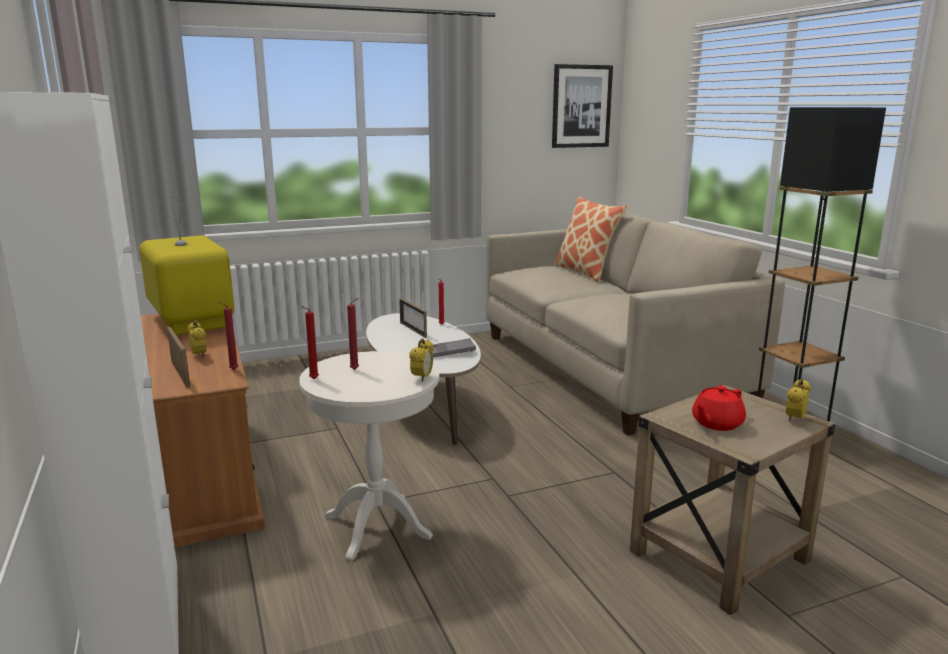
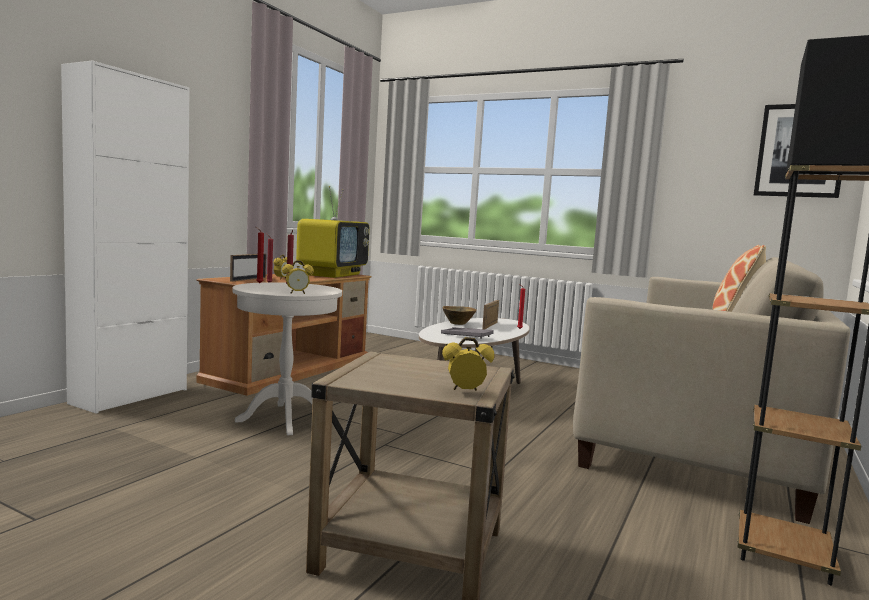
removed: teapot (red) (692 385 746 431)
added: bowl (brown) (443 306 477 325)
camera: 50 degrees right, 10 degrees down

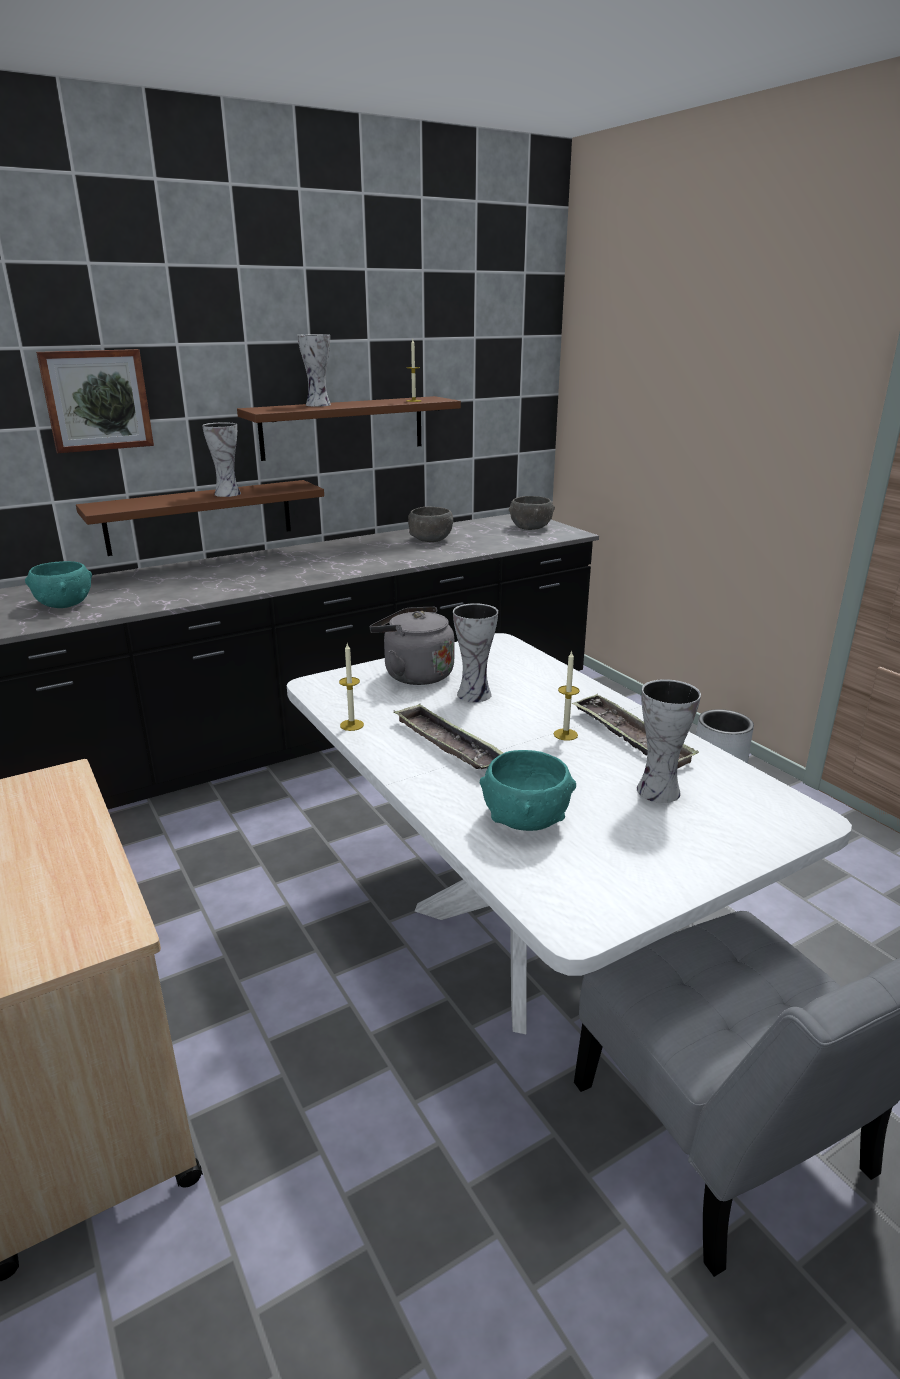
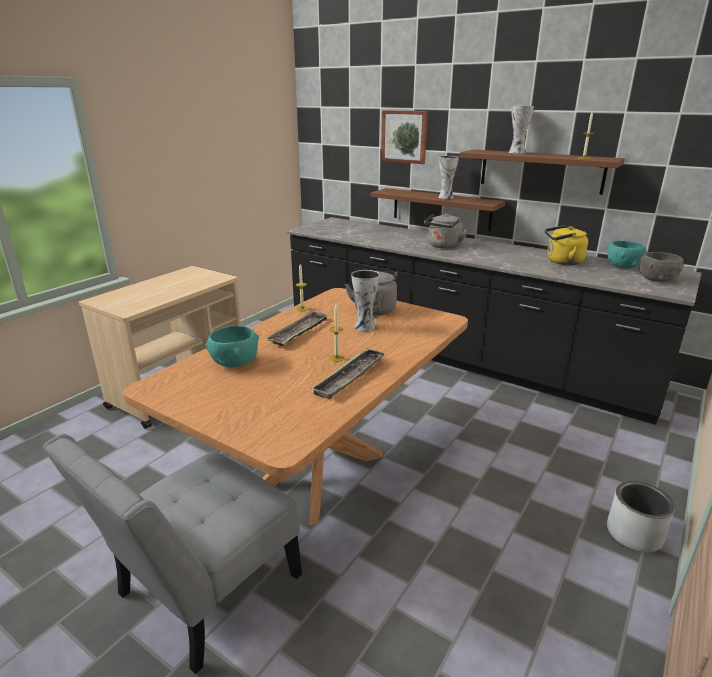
removed: vase (637 679 701 803)
added: kettle (grey) (424 213 468 249)
moved: bowl (turquoise) (25 561 92 608) to (608 241 647 269)
replaced: bowl (grey) (408 507 453 542) to kettle (yellow) (545 225 588 265)
recoloured: dining table (white) (287 633 852 1034) to dining table (brown) (123 288 468 525)
camera: 65 degrees right, 0 degrees up

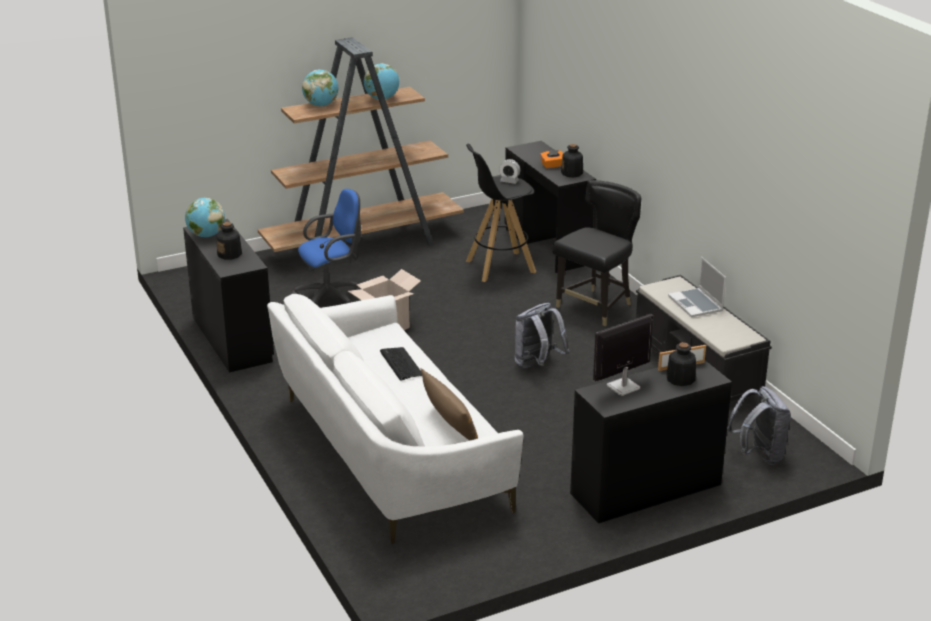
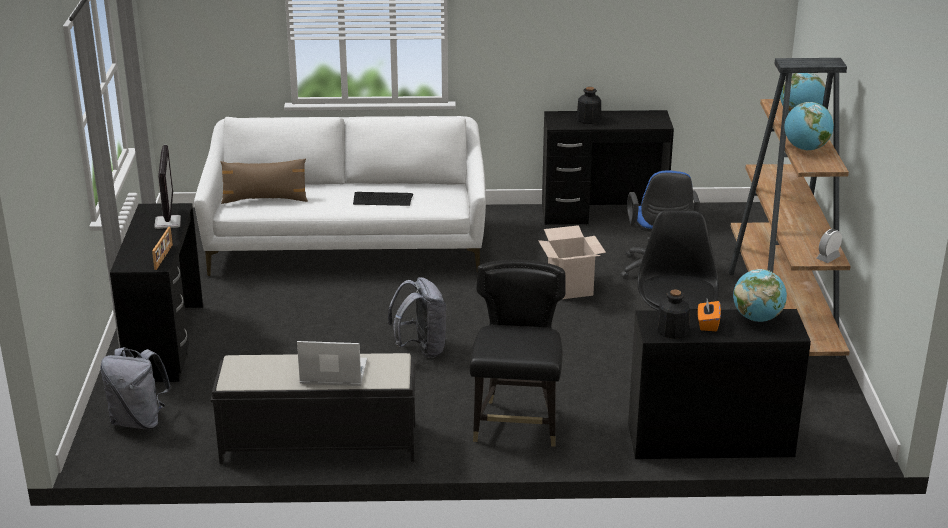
removed: bottle (666 342 696 386)
moved: globe (185 197 225 237) to (733 269 787 322); alarm clock (499 159 520 184) to (816 229 842 263)
turned: chair (black) (552 180 641 326) = (469 260 566 447) 150 degrees counterclockwise
camera: 115 degrees right, 0 degrees up

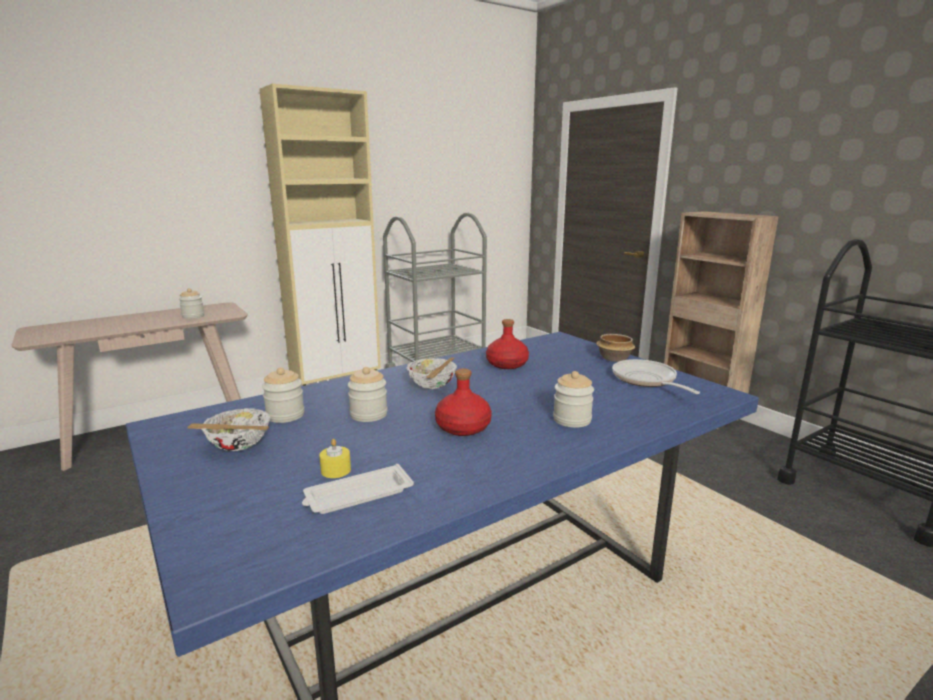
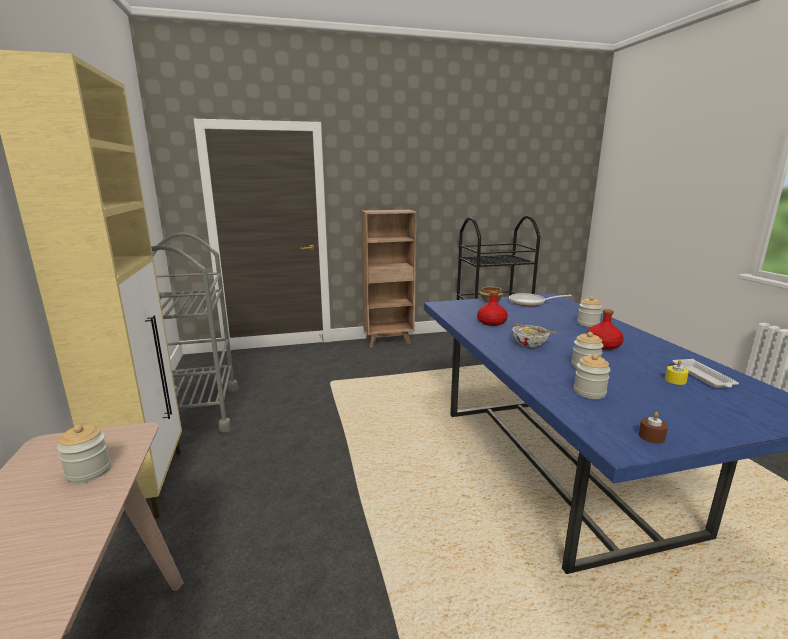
removed: bowl (188 408 271 451)
added: candle (brown) (639 412 668 444)
camera: 70 degrees left, 0 degrees up

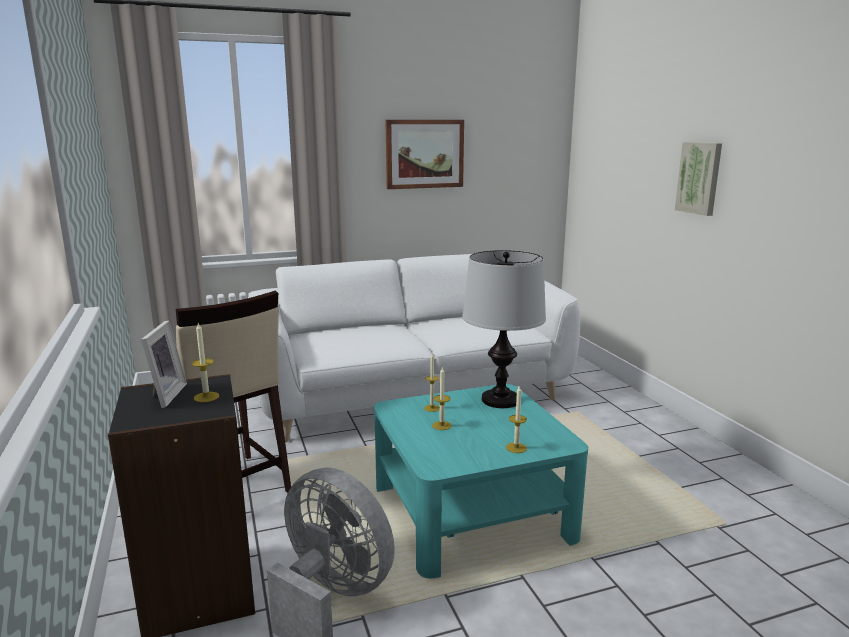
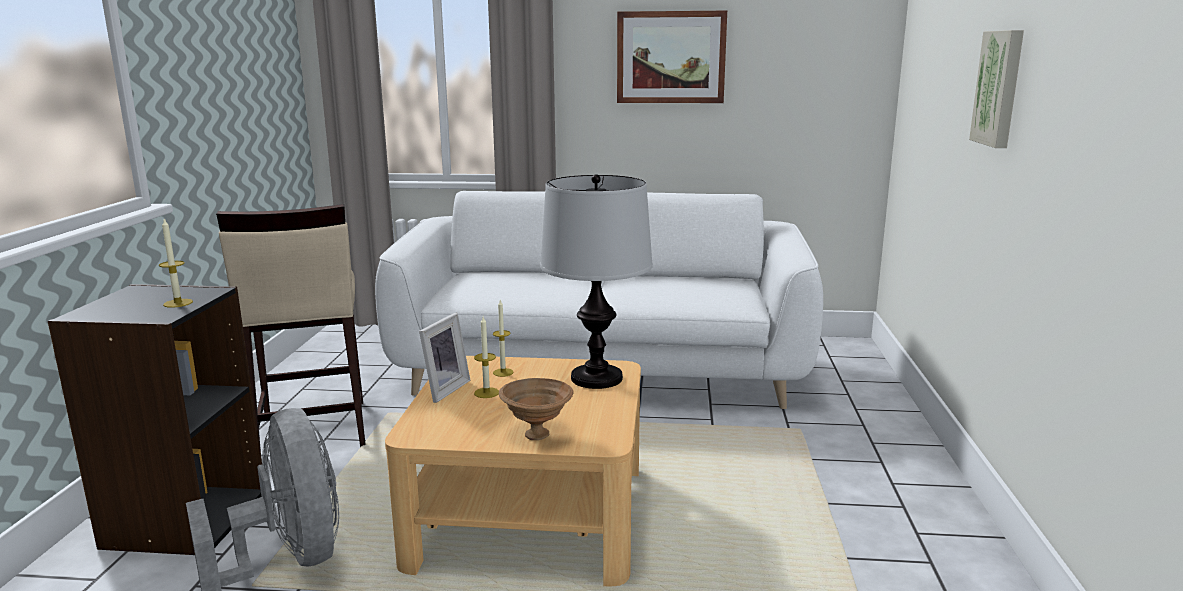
moved: picture frame (141 320 187 408) to (419 313 470 403)
replaced: candle (506 385 527 453) to bowl (brown) (499 378 573 440)
recoloured: coffee table (turquoise) (374 384 588 578) to coffee table (beige) (385 356 641 586)
camera: 25 degrees right, 0 degrees up

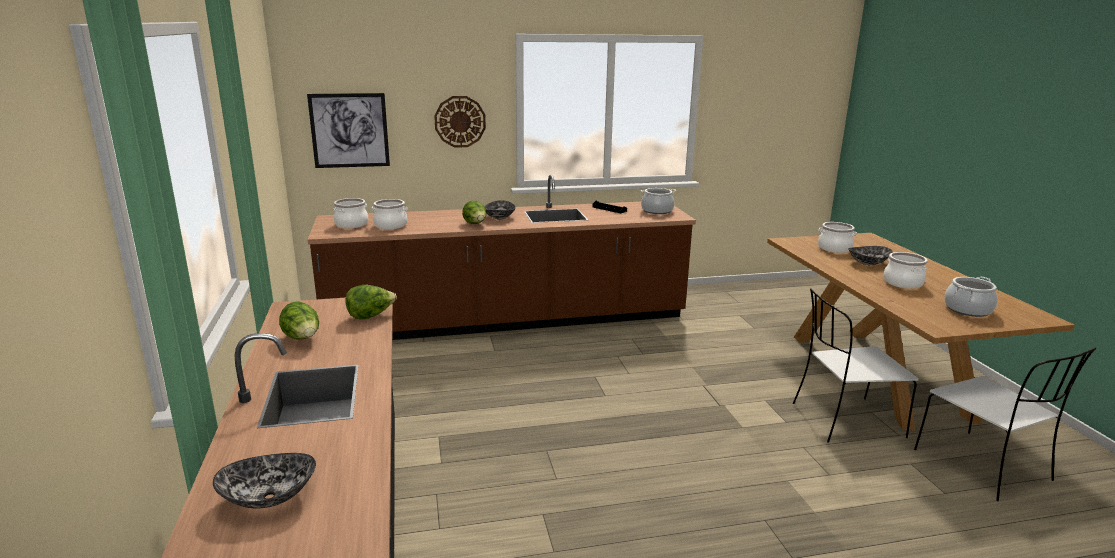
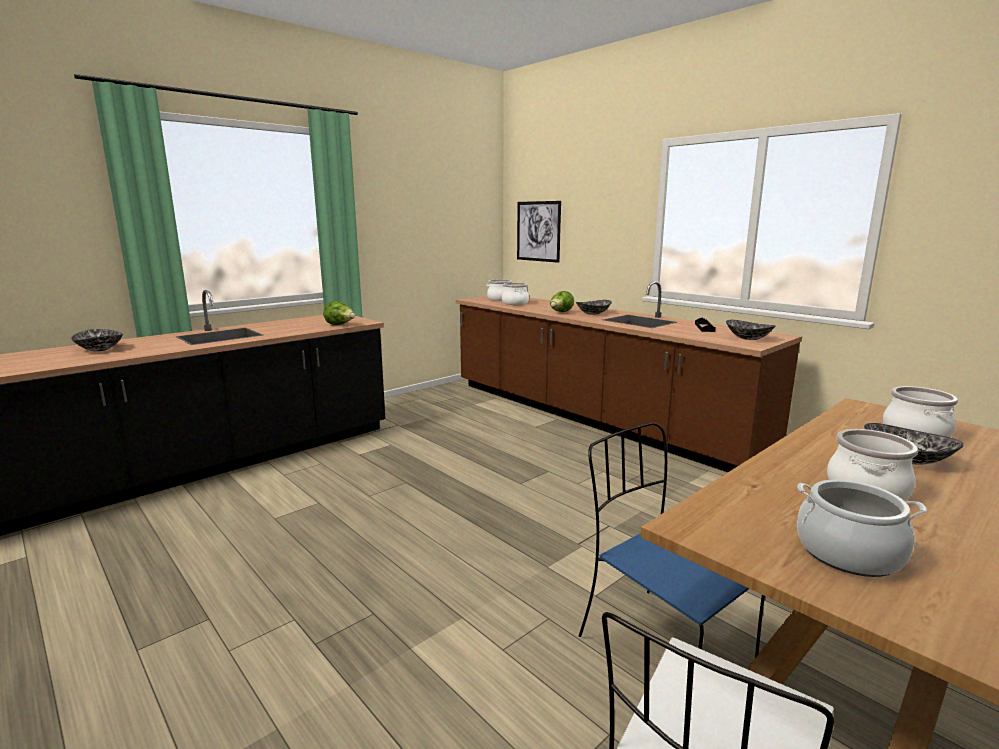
removed: lettuce (279 301 319 340); wall clock (434 96 486 148)
replaced: cooking pot (641 188 676 214) to bowl (726 320 775 340)
recoloured: chair (white) (793 288 919 443) to chair (blue) (579 422 765 658)
camera: 60 degrees right, 5 degrees down

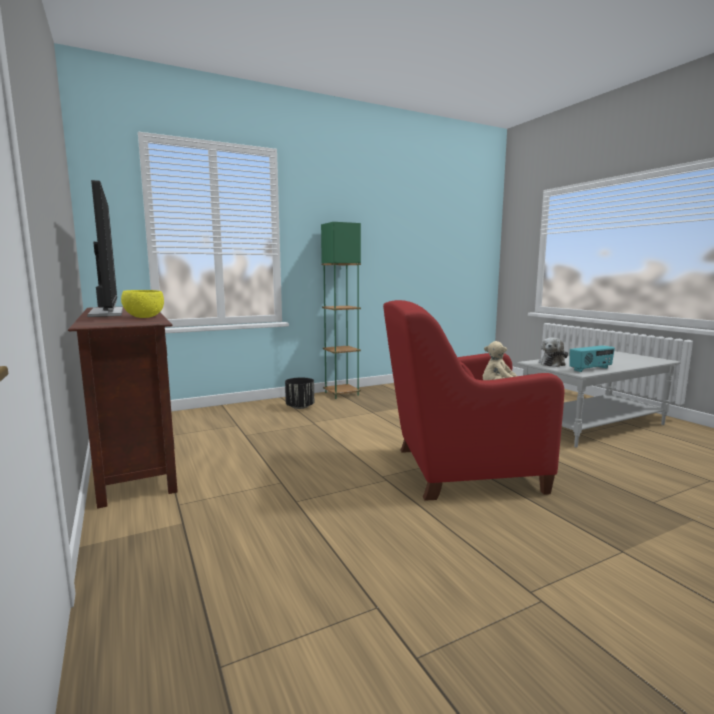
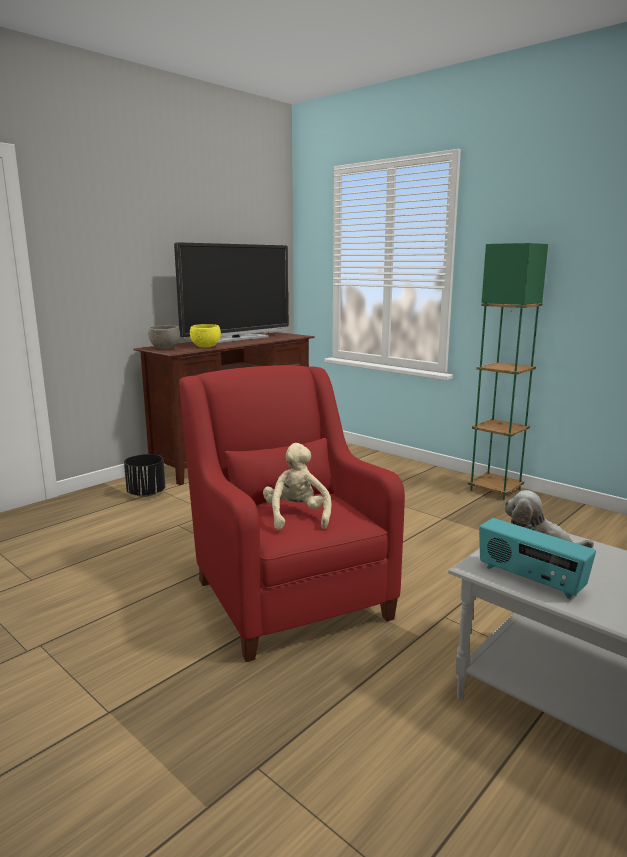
added: bowl (grey) (148 325 180 349)
moved: planter (black) (285 378 314 409) to (124 454 165 497)
camera: 70 degrees right, 5 degrees up

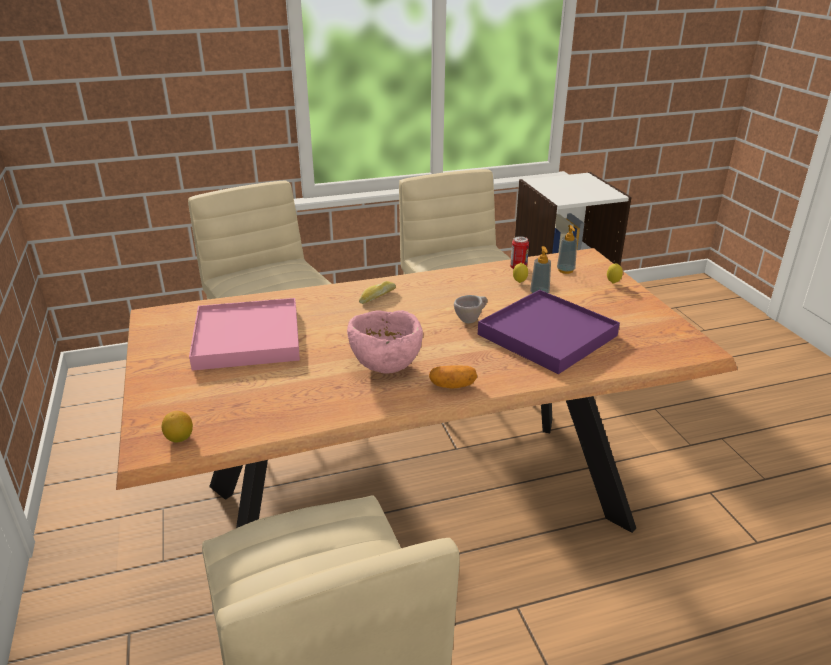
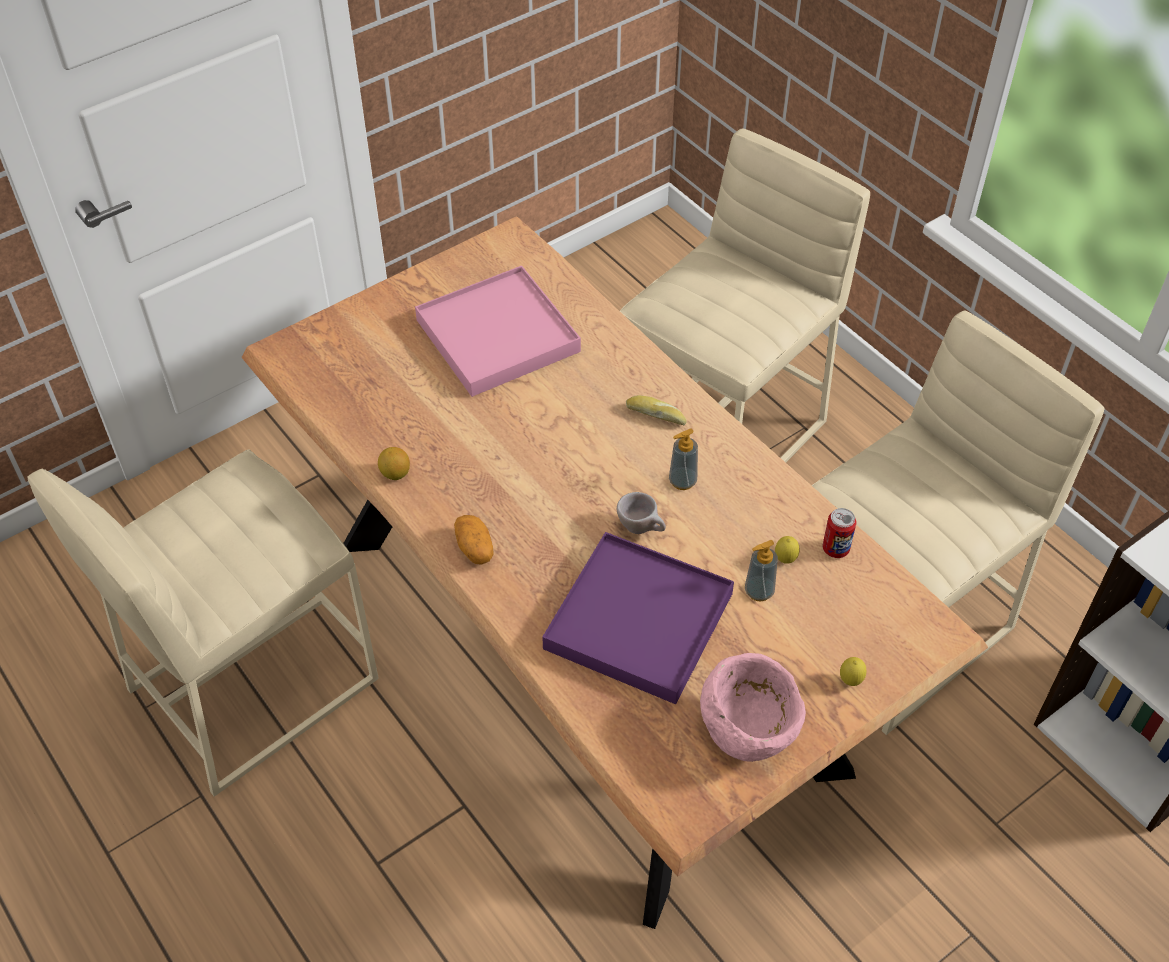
moved: lemon (162 411 193 443) to (378 447 410 480); bowl (pink) (347 310 423 374) to (700 653 806 762); soap dispenser (557 225 577 274) to (669 429 698 490)
camera: 70 degrees right, 20 degrees up

